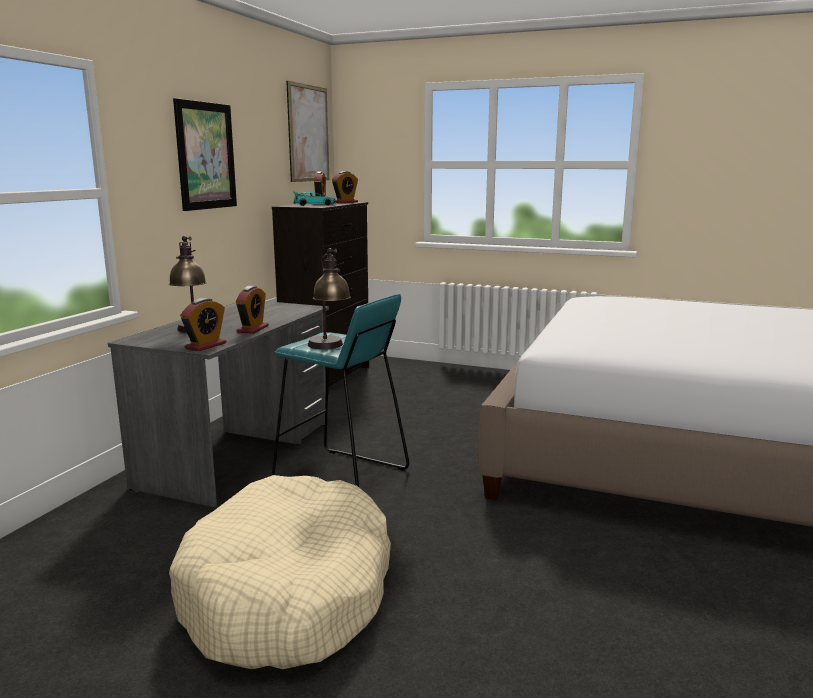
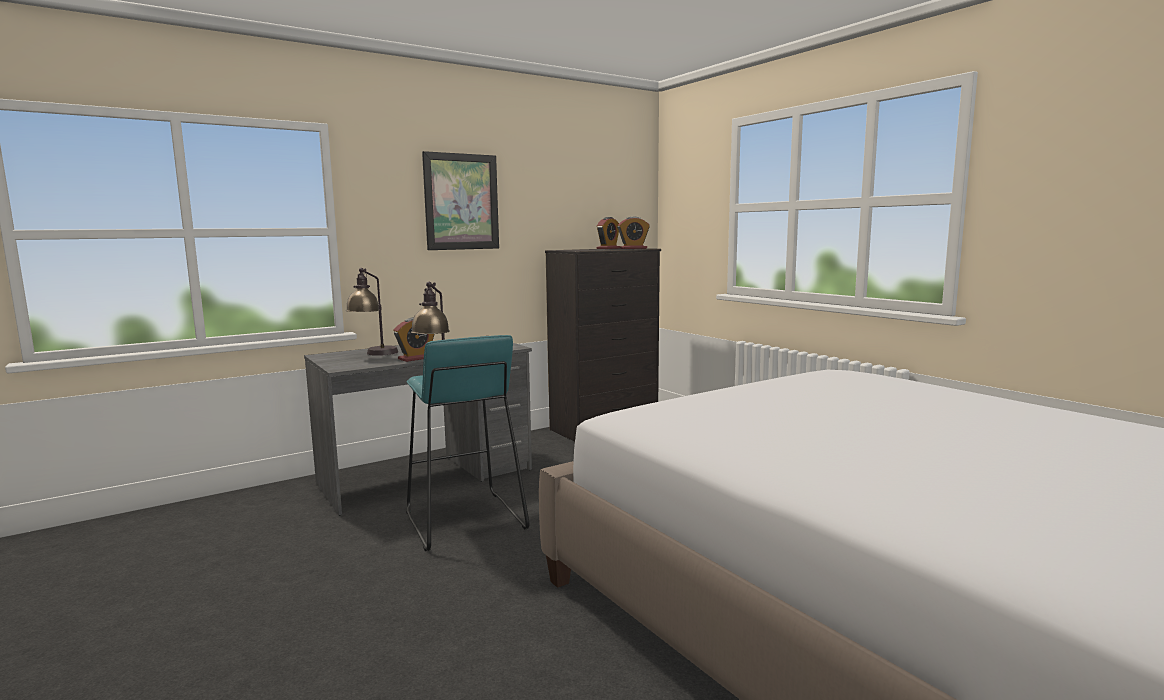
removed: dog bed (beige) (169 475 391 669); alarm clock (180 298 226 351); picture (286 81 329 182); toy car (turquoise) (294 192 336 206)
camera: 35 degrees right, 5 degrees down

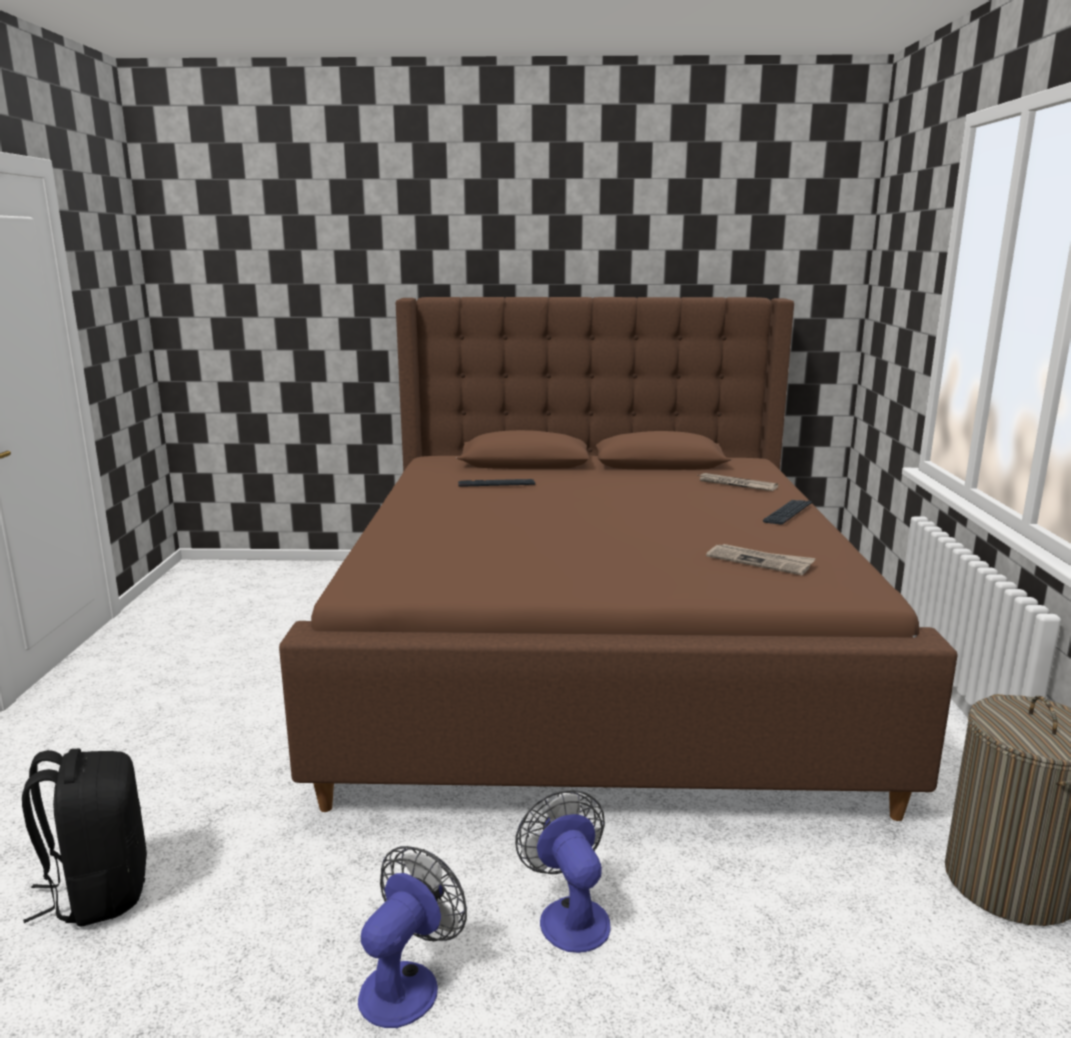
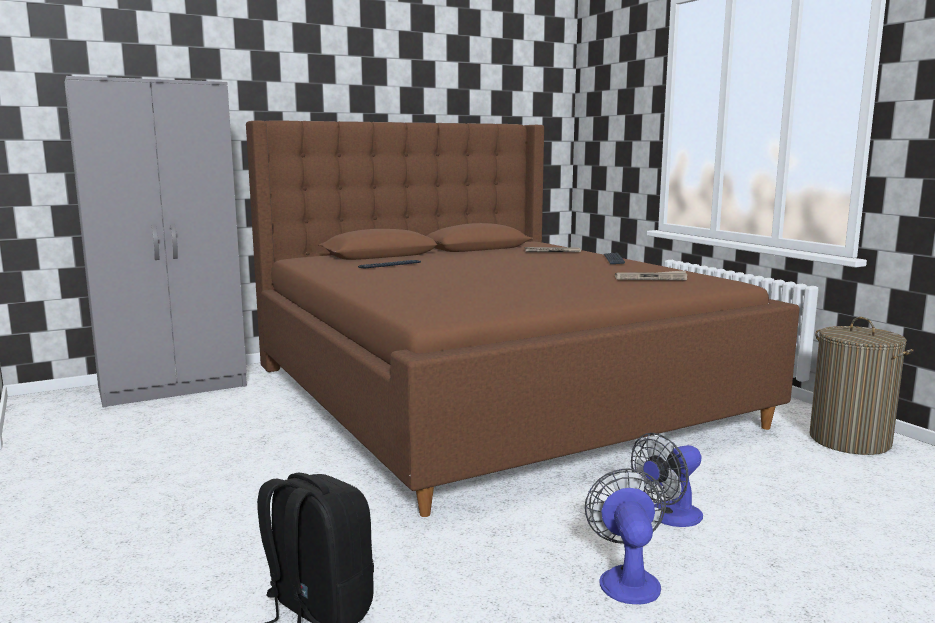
added: wardrobe (grey) (64 76 247 408)
turned: fan (515 790 610 953) = (631 433 703 527) 75 degrees counterclockwise
camera: 30 degrees left, 5 degrees down

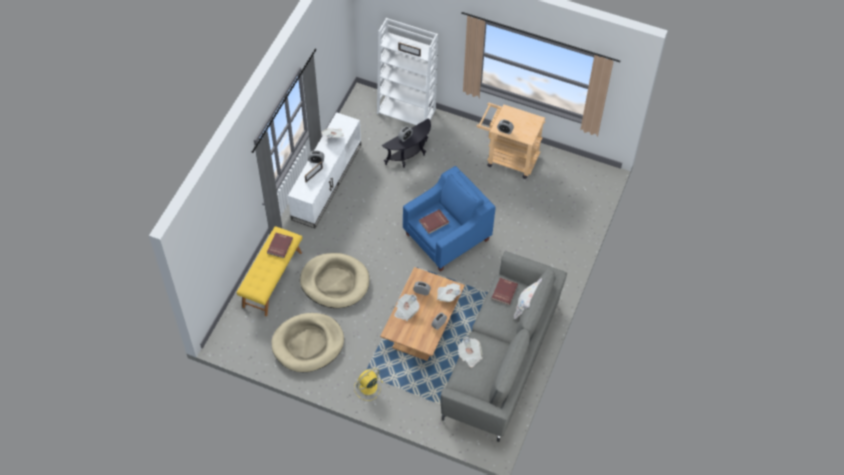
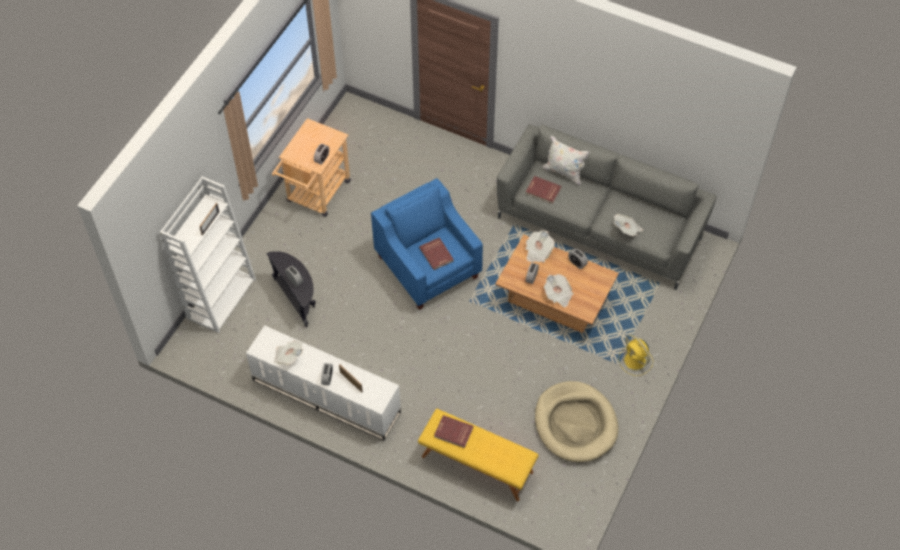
removed: dog bed (beige) (300 253 369 308)
camera: 85 degrees left, 0 degrees up

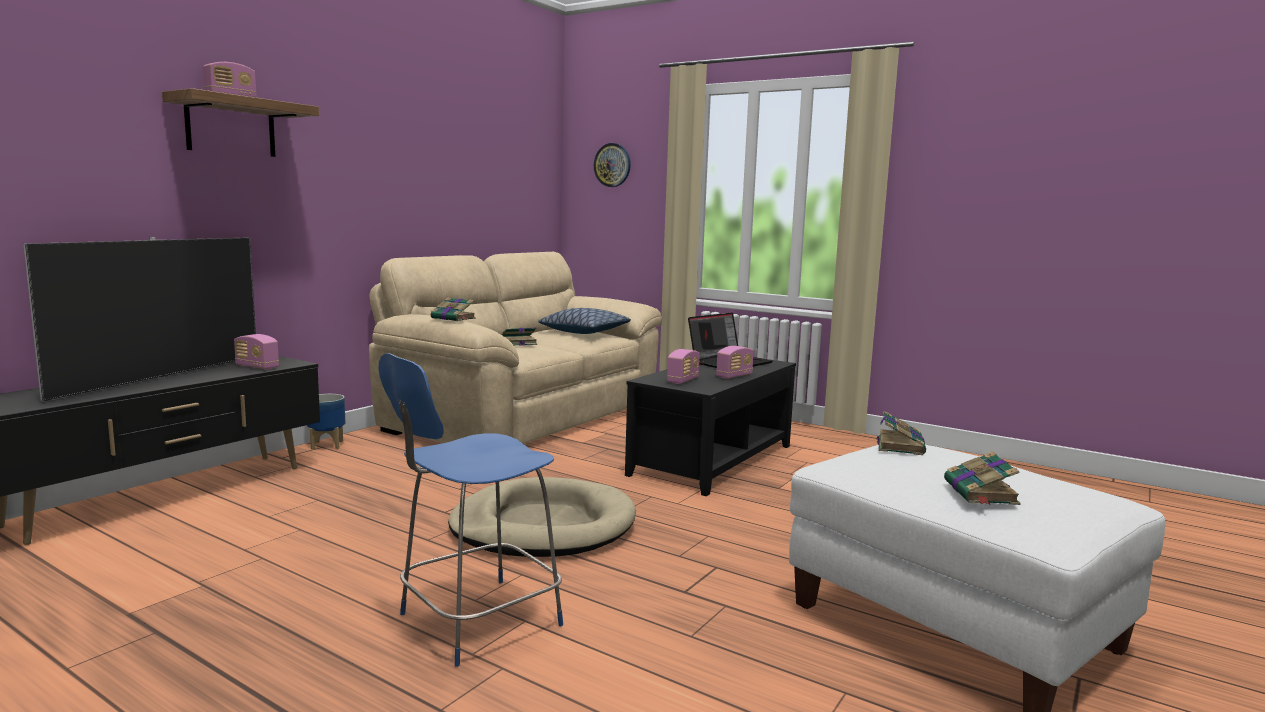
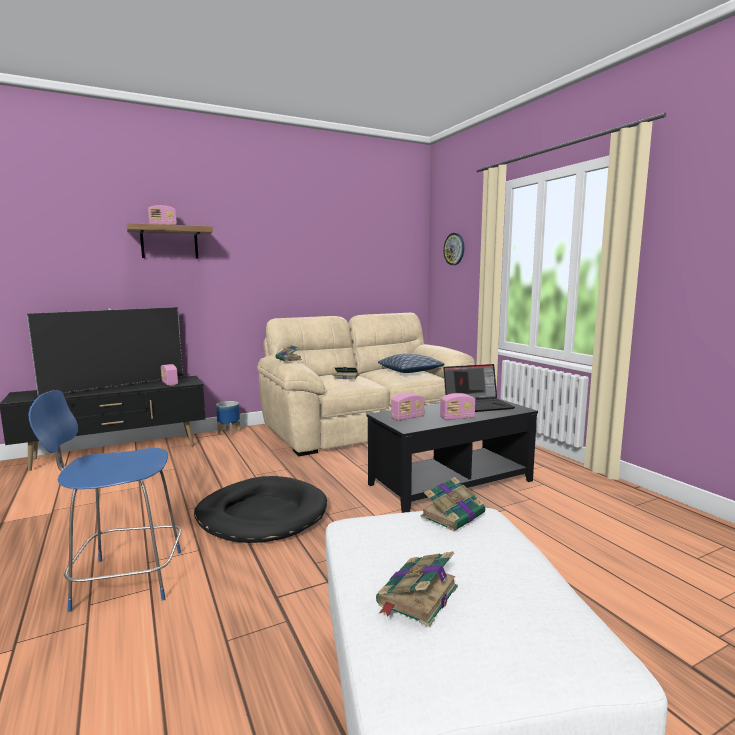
recoloured: dog bed (beige) (448 477 636 557) to dog bed (black) (194 476 327 543)
camera: 30 degrees right, 0 degrees up

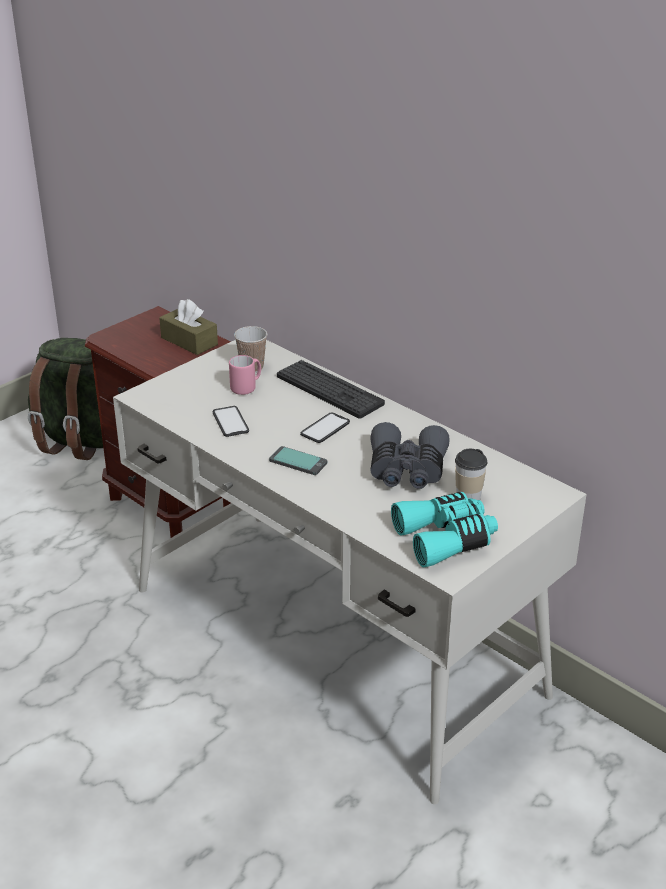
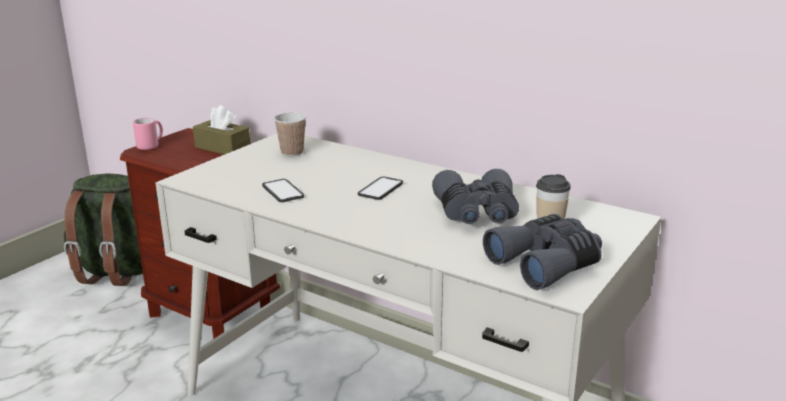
removed: phone (269 446 327 475); keyboard (277 360 385 419)
moved: mug (pink) (229 355 261 395) to (133 118 163 150)
recoloured: binoculars (turquoise) (391 492 498 567) to binoculars (grey) (483 214 602 290)
camera: 10 degrees left, 10 degrees down

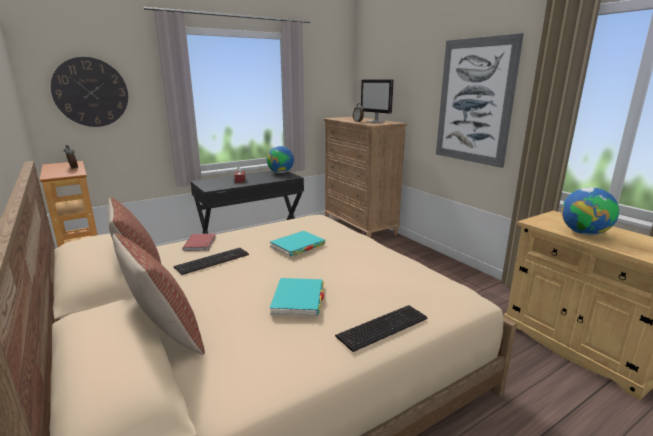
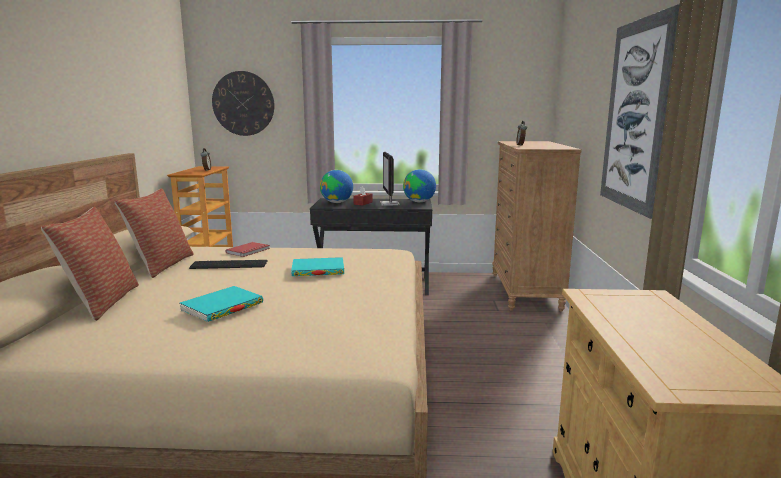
removed: keyboard (335 305 428 352)
moved: monitor (361 79 394 123) to (380 152 400 206); globe (562 187 619 235) to (320 170 353 203)
camera: 35 degrees right, 5 degrees down

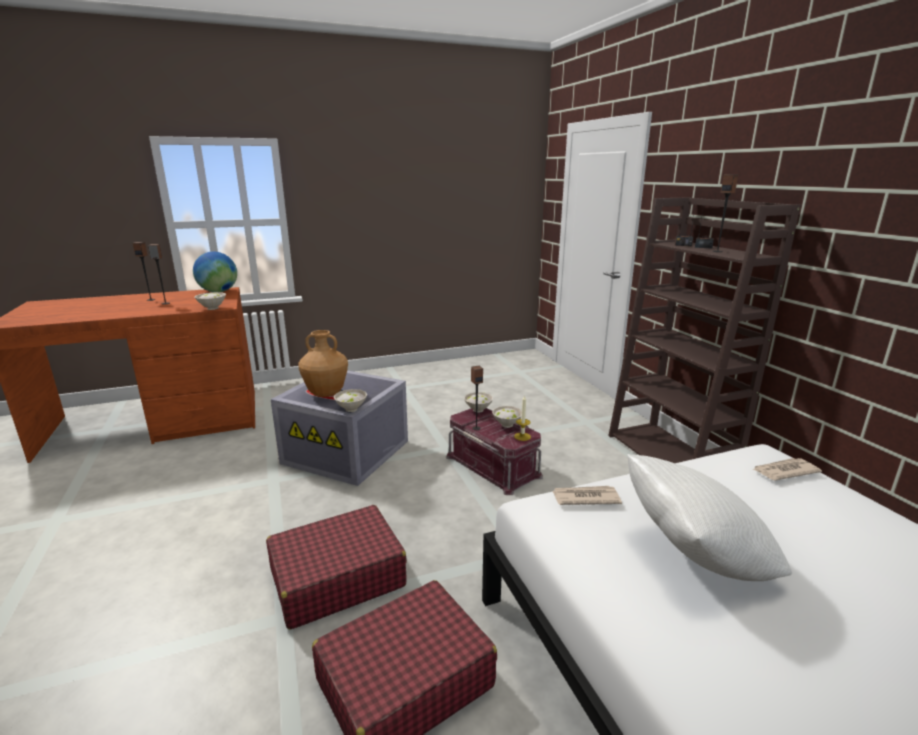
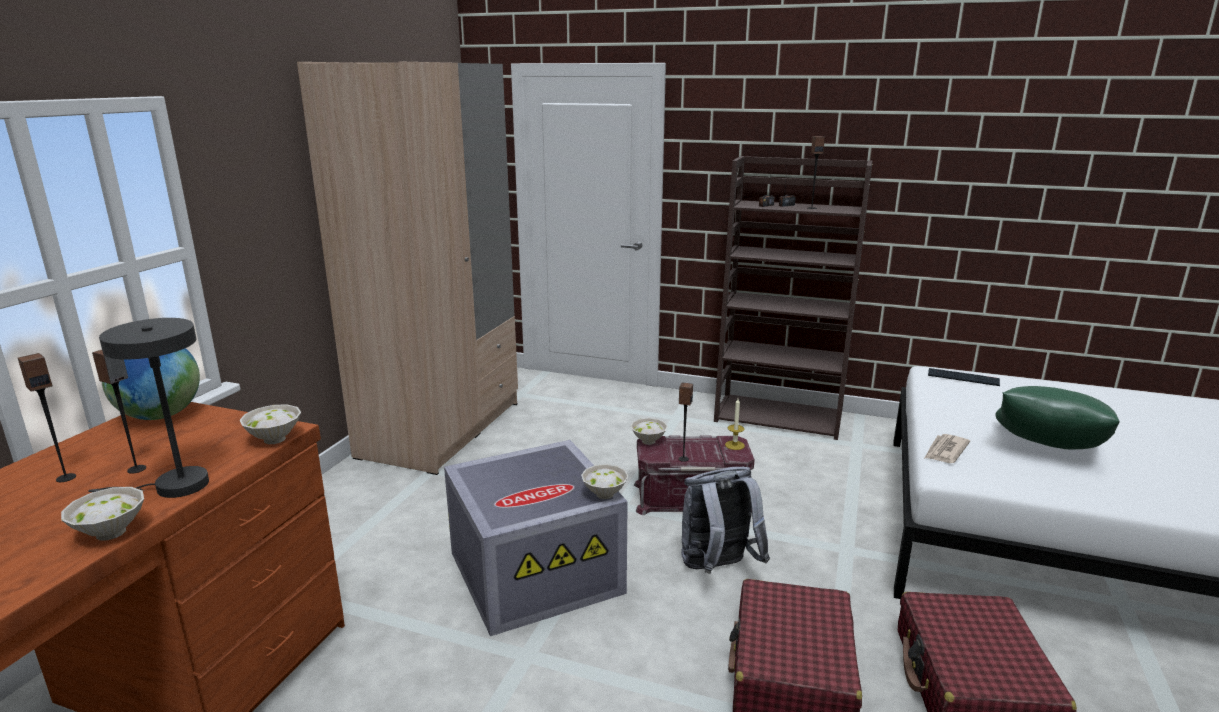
removed: vase (brown) (298 330 348 397)
added: table lamp (grey) (88 318 209 498); wardrobe (beige) (297 61 518 475); backpack (grey) (681 466 770 574)
moved: bowl (white) (492 406 522 428) to (61 487 144 541)
replaced: newspaper (752 458 822 480) to keyboard (928 368 1000 386)
recoloured: pillow (white) (627 454 792 581) to pillow (green) (995 386 1120 449)
camera: 50 degrees left, 0 degrees up

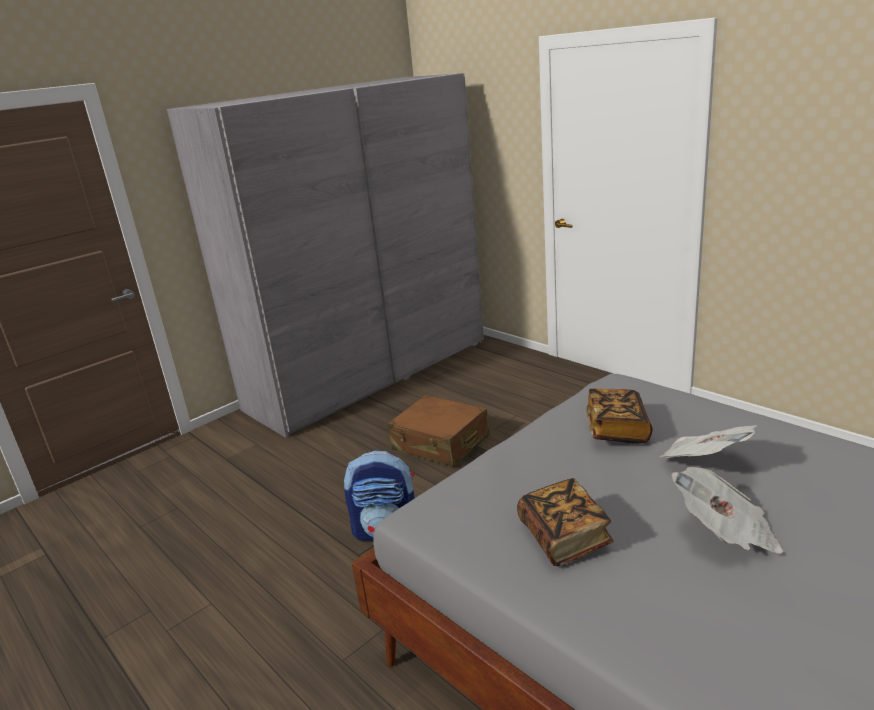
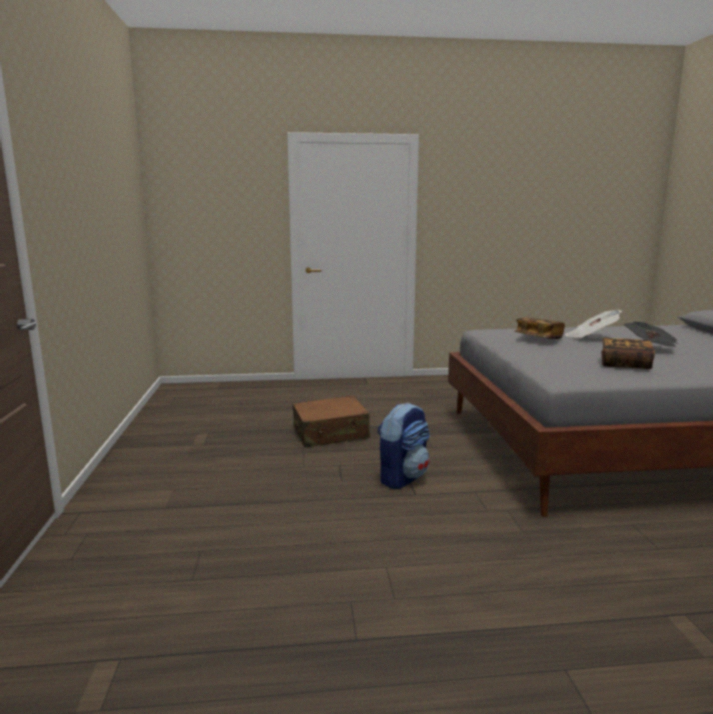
removed: wardrobe (grey) (167 73 484 438)
camera: 55 degrees left, 10 degrees down

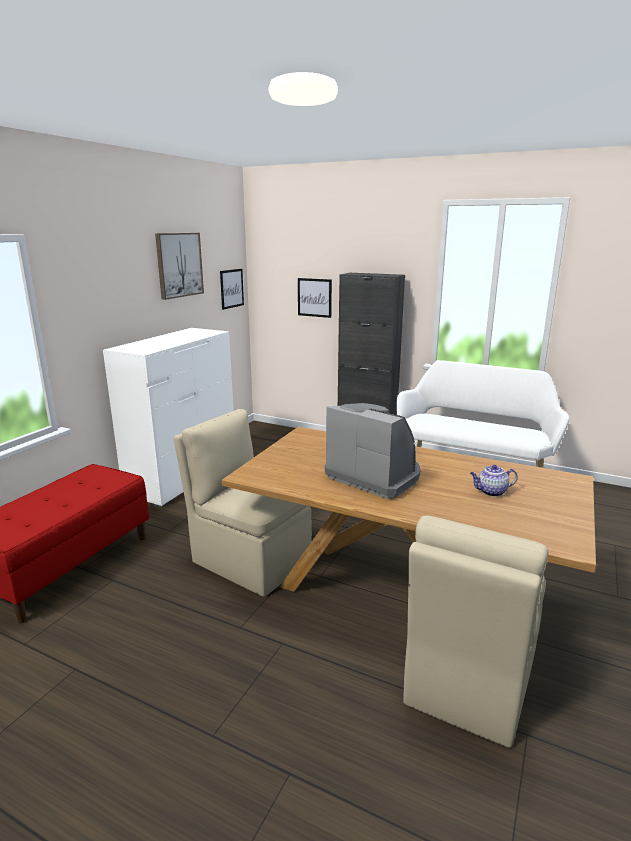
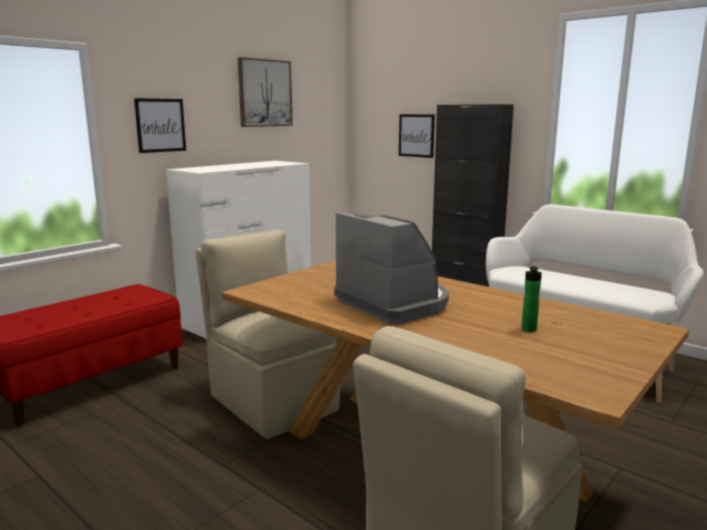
moved: picture (220 269 244 310) to (134 98 186 153)
replaced: teapot (470 465 518 497) to bottle (521 266 542 332)
camera: 15 degrees right, 5 degrees down

